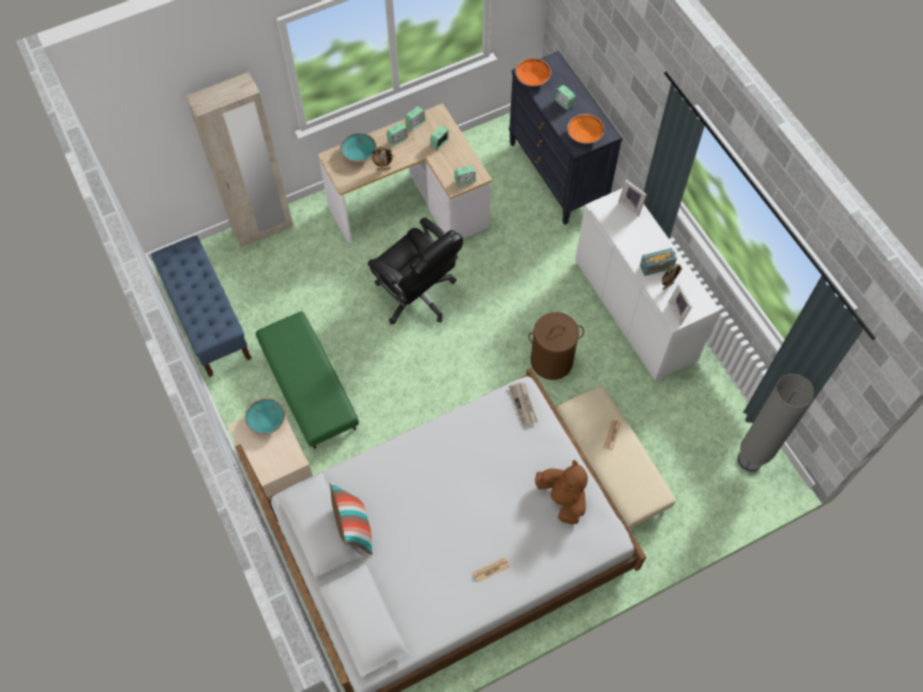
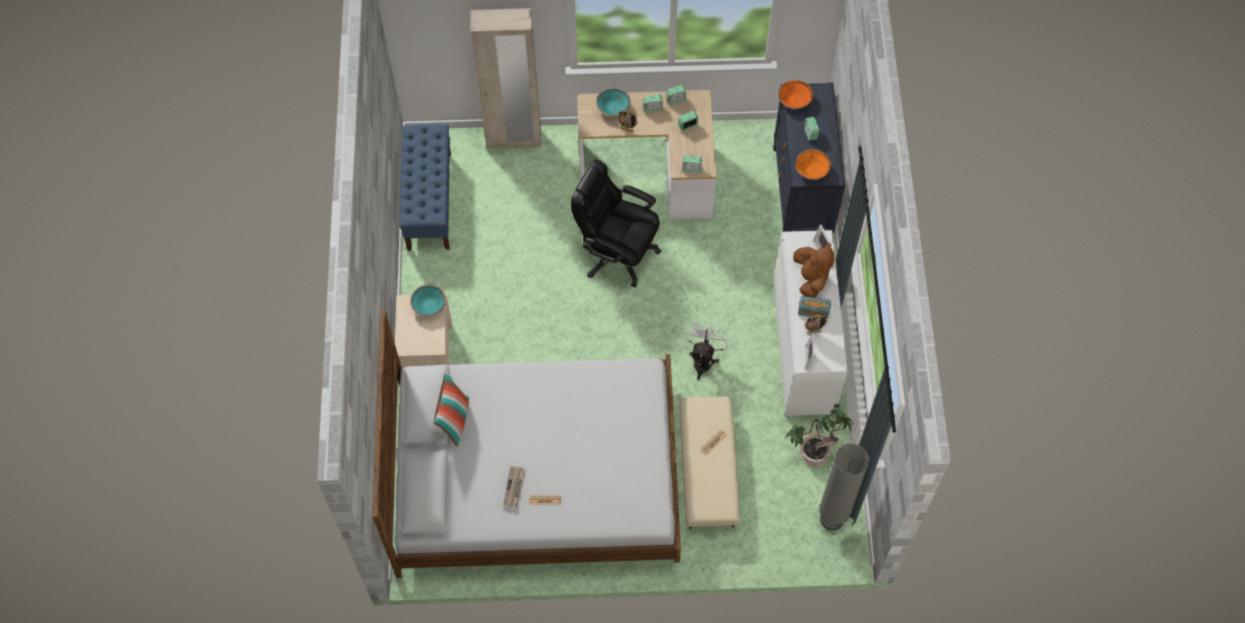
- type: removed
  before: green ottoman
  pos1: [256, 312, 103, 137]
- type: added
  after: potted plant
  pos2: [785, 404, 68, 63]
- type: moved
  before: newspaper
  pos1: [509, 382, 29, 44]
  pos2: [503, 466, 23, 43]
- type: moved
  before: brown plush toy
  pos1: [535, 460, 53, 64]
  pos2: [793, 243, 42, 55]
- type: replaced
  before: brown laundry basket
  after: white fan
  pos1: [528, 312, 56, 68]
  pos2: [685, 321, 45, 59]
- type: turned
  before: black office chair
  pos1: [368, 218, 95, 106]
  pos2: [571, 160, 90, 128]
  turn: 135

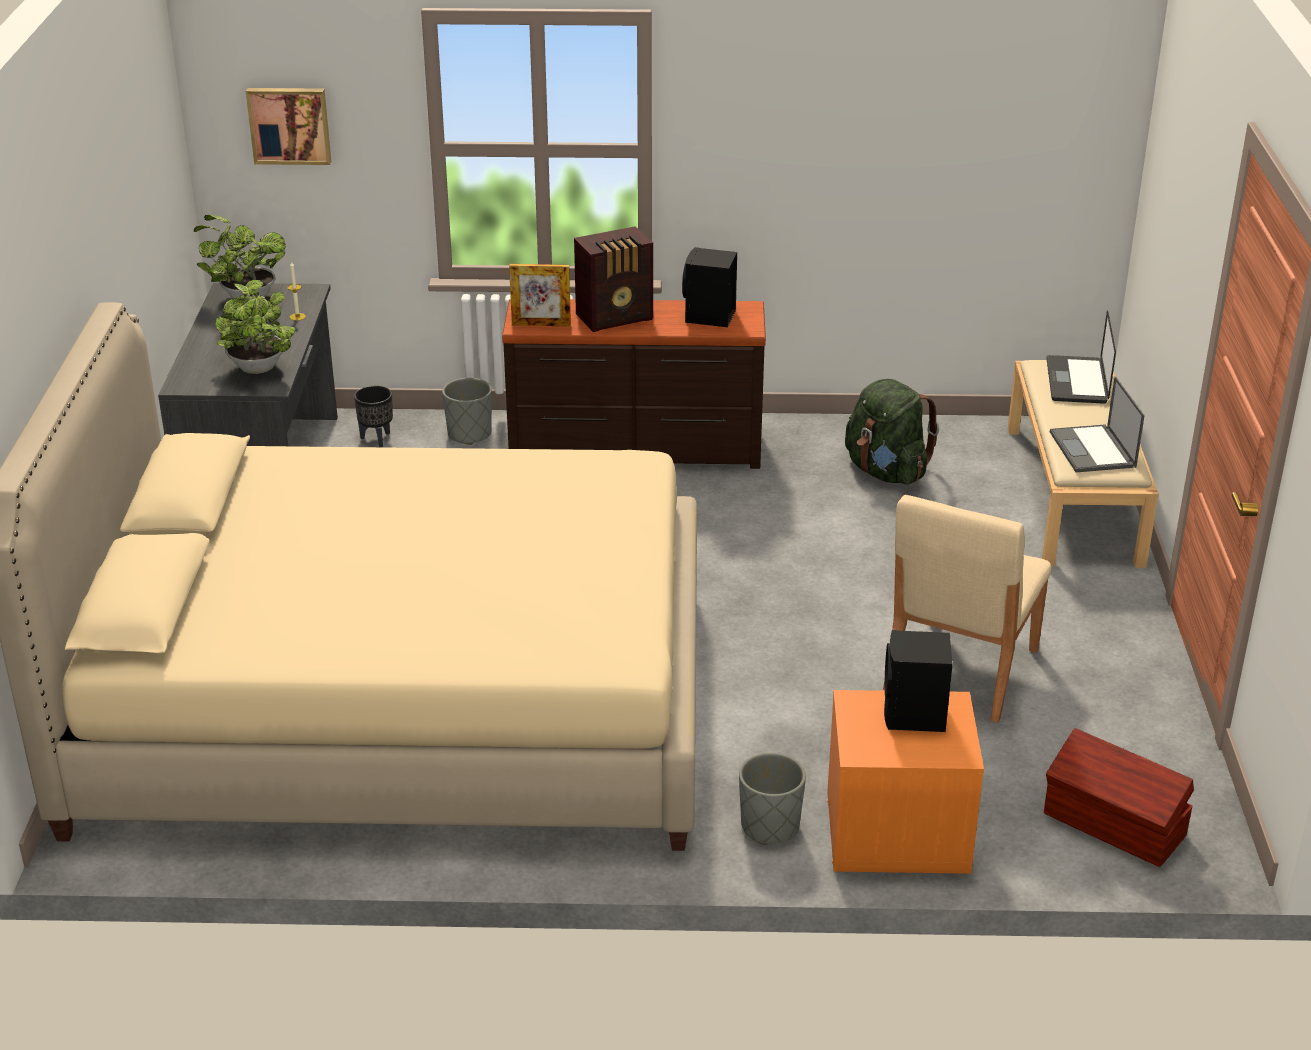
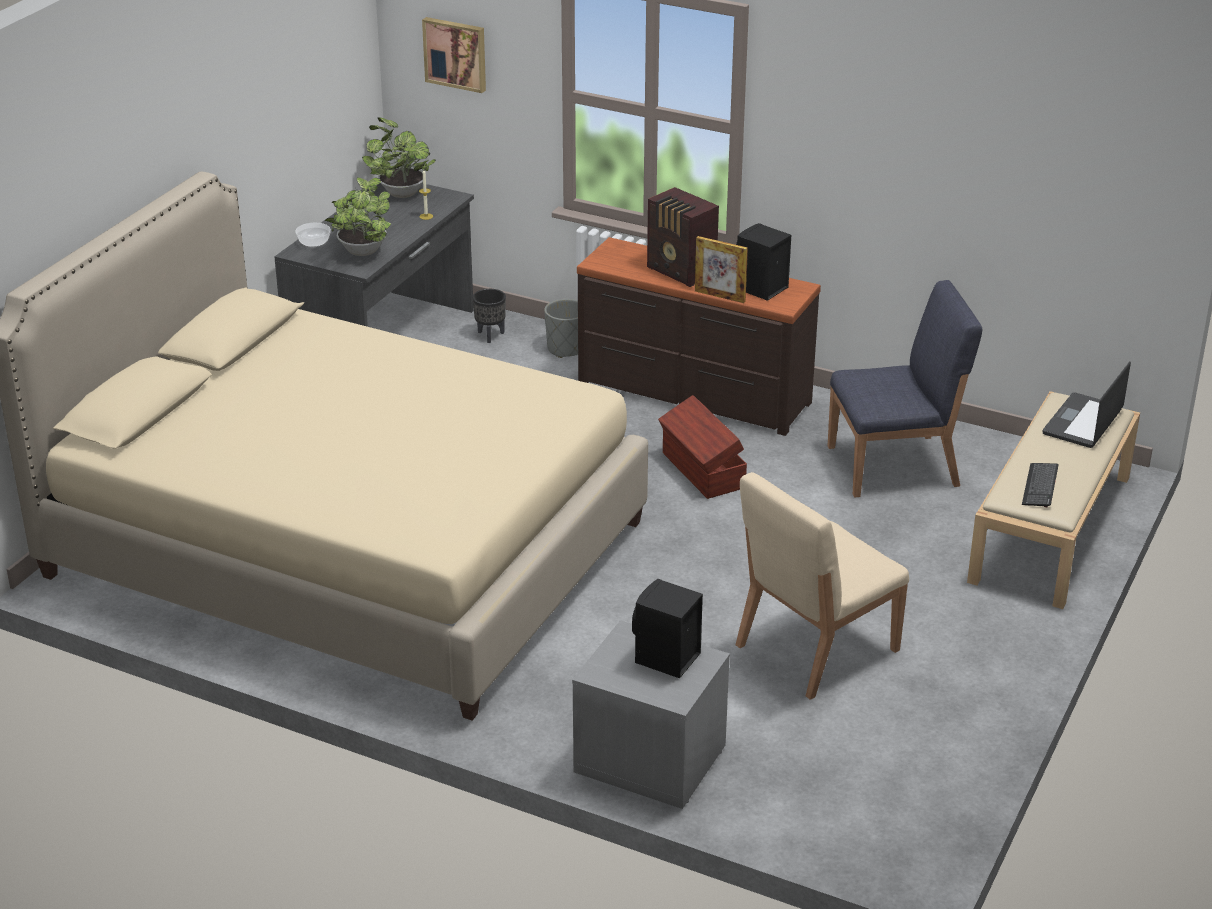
- type: removed
  before: grey planter
  pos1: [739, 753, 67, 92]
- type: added
  after: bowl
  pos2: [295, 223, 36, 24]
- type: moved
  before: picture frame
  pos1: [509, 264, 62, 62]
  pos2: [695, 236, 53, 67]
- type: moved
  before: brown storage box
  pos1: [1044, 728, 150, 139]
  pos2: [658, 395, 89, 104]
- type: replaced
  before: green backpack
  after: blue chair
  pos1: [845, 379, 94, 106]
  pos2: [828, 280, 154, 217]
- type: replaced
  before: laptop
  after: keyboard
  pos1: [1050, 376, 95, 96]
  pos2: [1022, 463, 37, 44]
- type: recoloured
  before: orange nightstand
  after: grey nightstand
  pos1: [827, 690, 157, 184]
  pos2: [572, 620, 158, 189]
- type: turned
  before: radio
  pos1: [574, 226, 79, 106]
  pos2: [647, 187, 72, 100]
  turn: 45

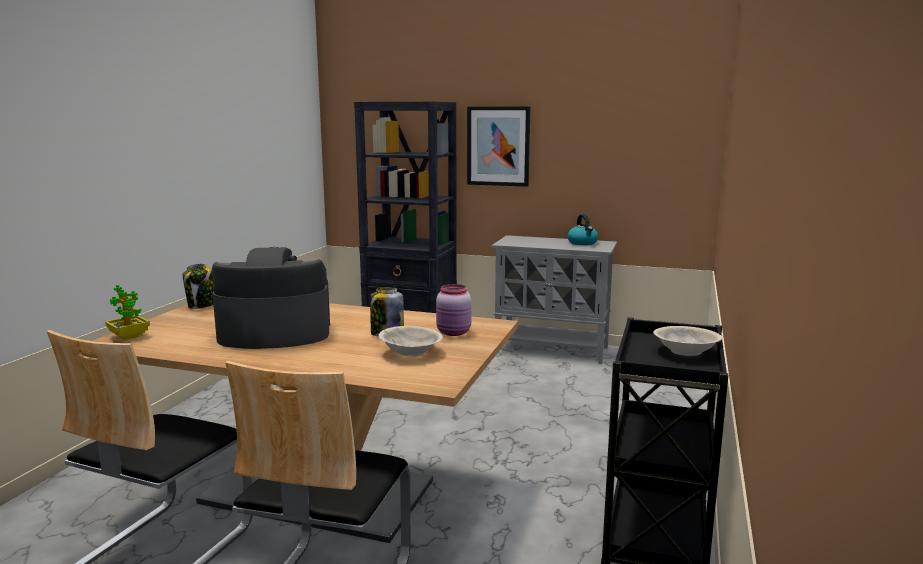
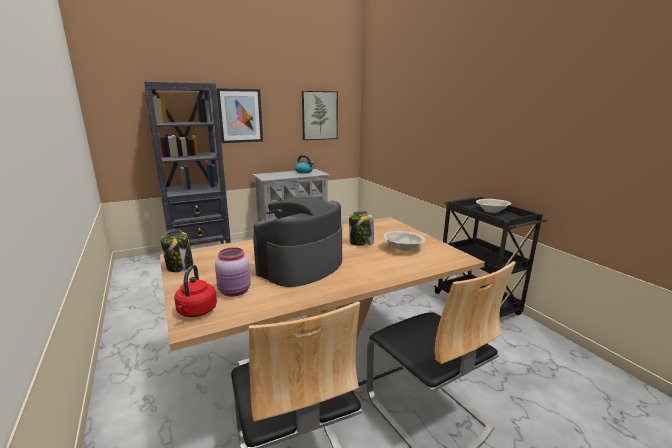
- type: added
  after: picture
  pos2: [302, 91, 36, 49]
- type: moved
  before: pink jar
  pos1: [436, 284, 35, 52]
  pos2: [215, 247, 36, 50]
- type: replaced
  before: potted plant
  after: red kettle
  pos1: [105, 285, 45, 55]
  pos2: [174, 265, 43, 52]

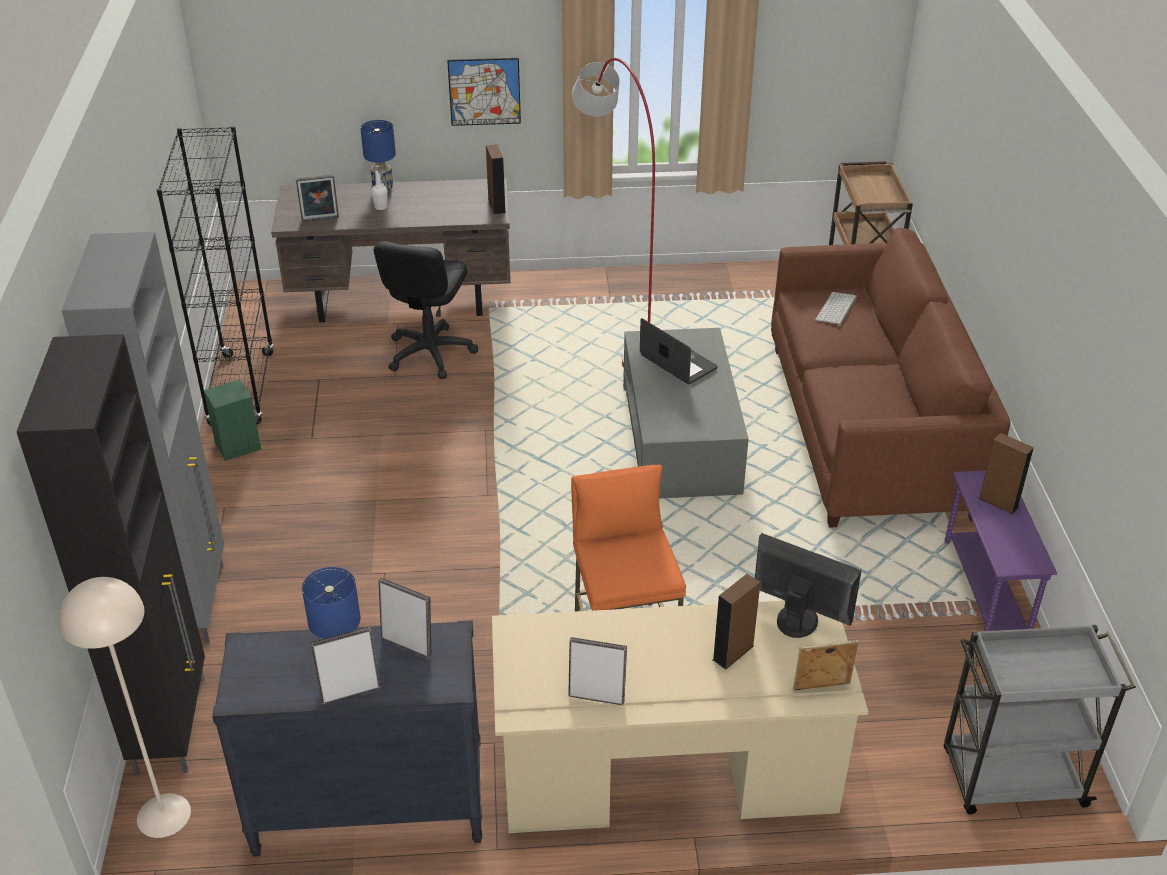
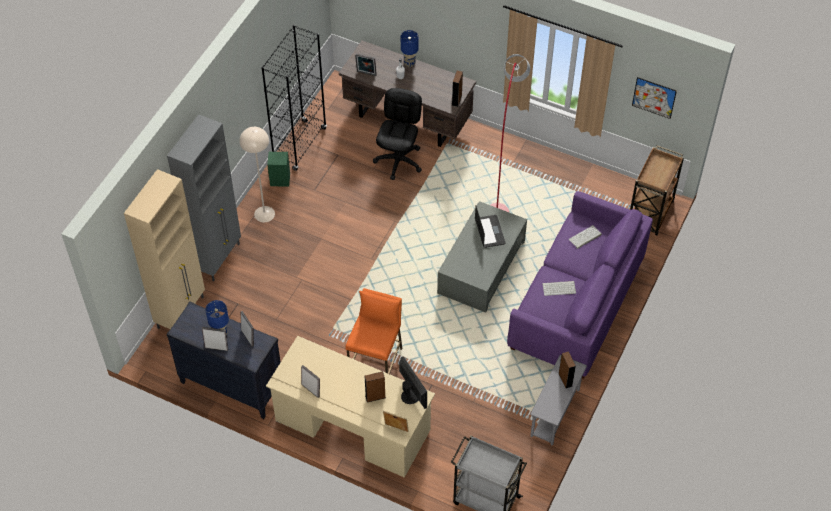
- type: added
  after: keyboard
  pos2: [542, 281, 34, 15]
- type: moved
  before: beige floor lamp
  pos1: [59, 577, 132, 261]
  pos2: [239, 127, 36, 95]
- type: moved
  before: picture
  pos1: [447, 58, 74, 68]
  pos2: [632, 77, 45, 42]
- type: recoloured
  before: black cabinet
  after: beige cabinet
  pos1: [16, 334, 189, 442]
  pos2: [124, 169, 81, 160]
- type: recoloured
  before: brown sofa
  after: purple sofa
  pos1: [771, 228, 240, 300]
  pos2: [507, 191, 146, 188]
- type: recoloured
  before: purple side table
  after: grey side table
  pos1: [945, 470, 112, 161]
  pos2: [530, 355, 57, 91]
- type: turned
  before: black office chair
  pos1: [374, 241, 104, 138]
  pos2: [373, 88, 49, 92]
  turn: 150

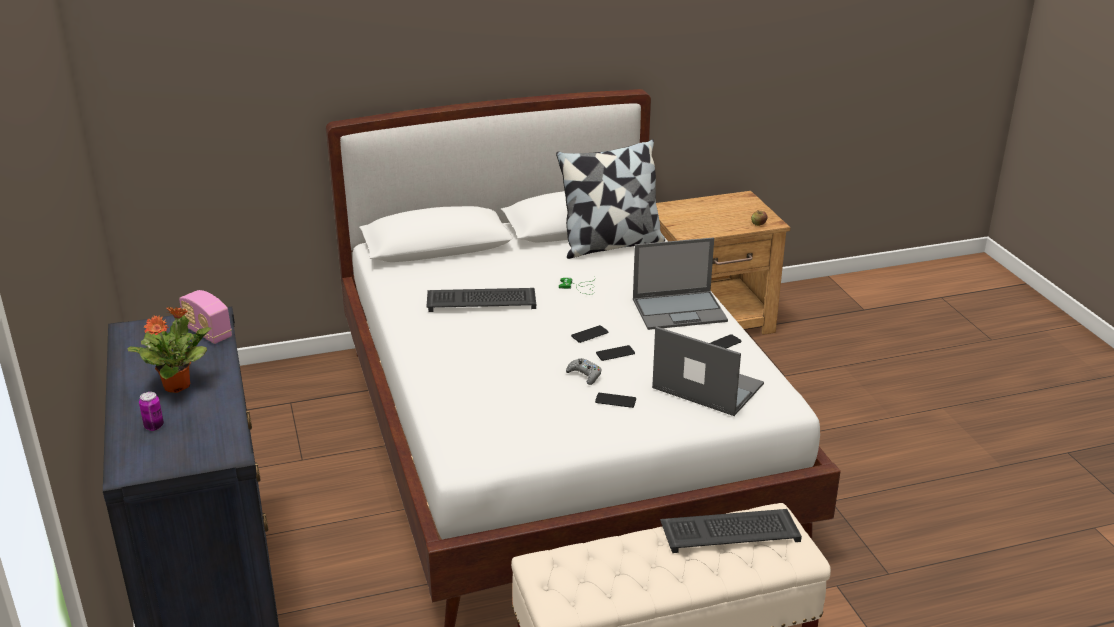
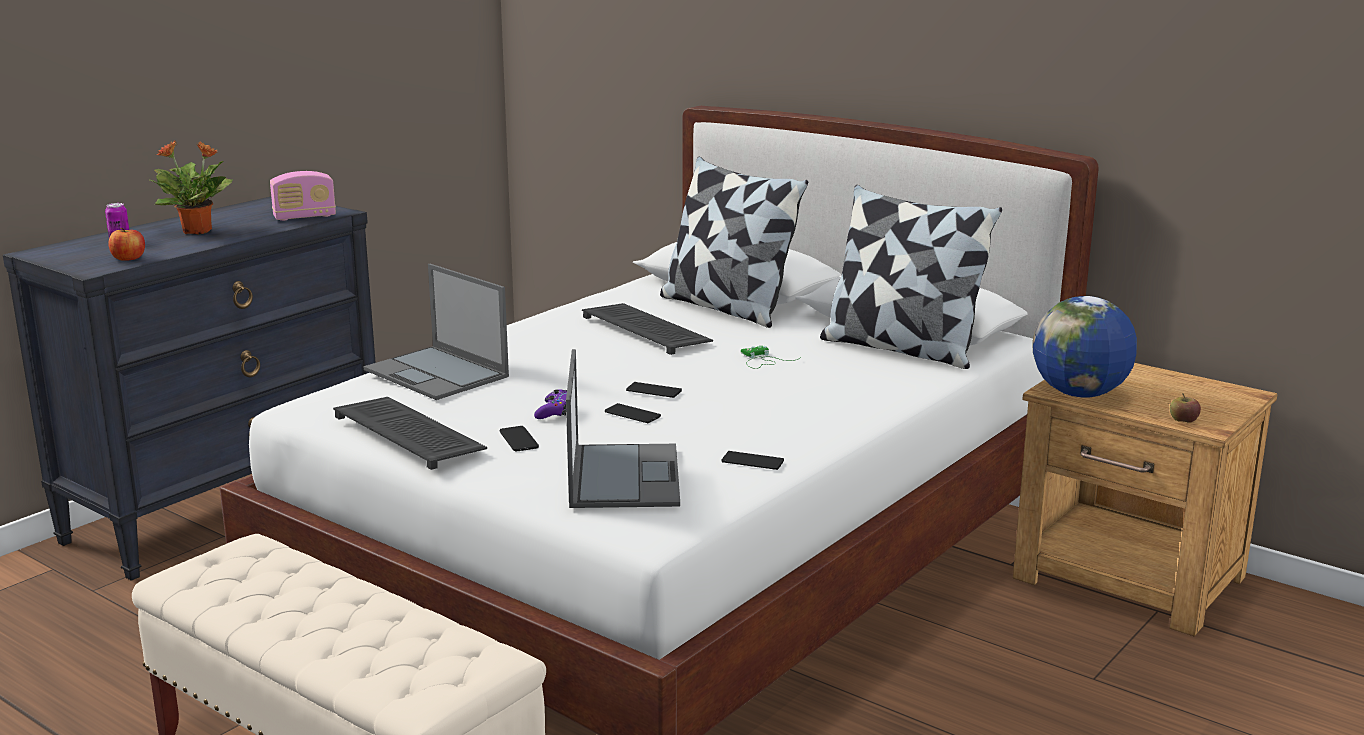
- type: added
  after: apple
  pos2: [108, 228, 37, 33]
- type: added
  after: pillow
  pos2: [660, 157, 148, 171]
- type: added
  after: globe
  pos2: [1032, 296, 105, 101]
- type: moved
  before: laptop
  pos1: [633, 237, 95, 93]
  pos2: [363, 264, 146, 136]
- type: moved
  before: keyboard
  pos1: [660, 509, 142, 44]
  pos2: [333, 397, 154, 73]
- type: recoloured
  before: grey game controller
  after: purple game controller
  pos1: [566, 358, 36, 27]
  pos2: [534, 389, 33, 30]
- type: turned
  before: radio
  pos1: [179, 290, 53, 54]
  pos2: [270, 171, 66, 50]
  turn: -120

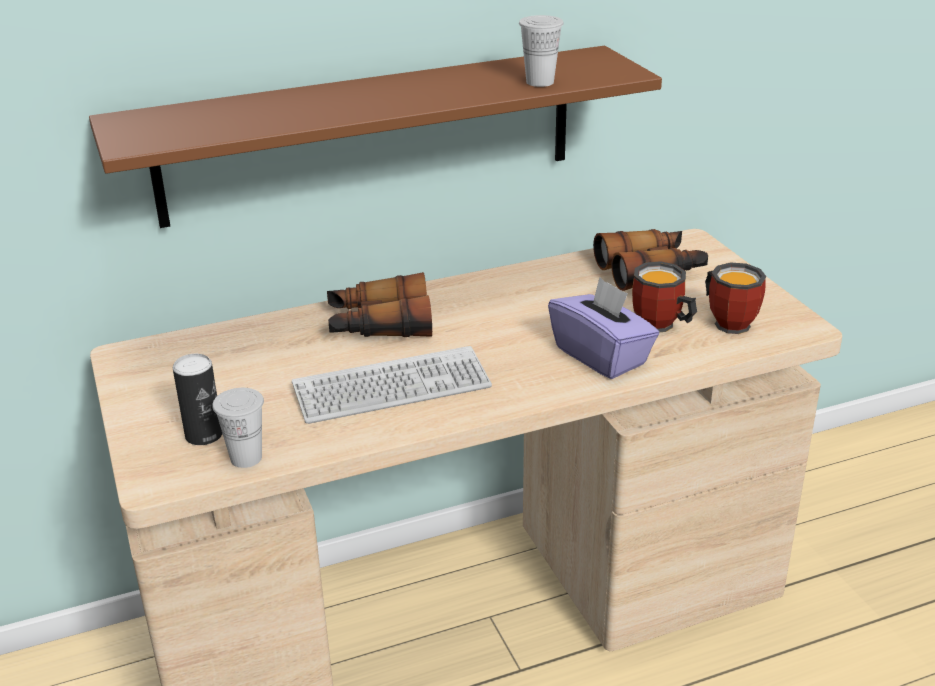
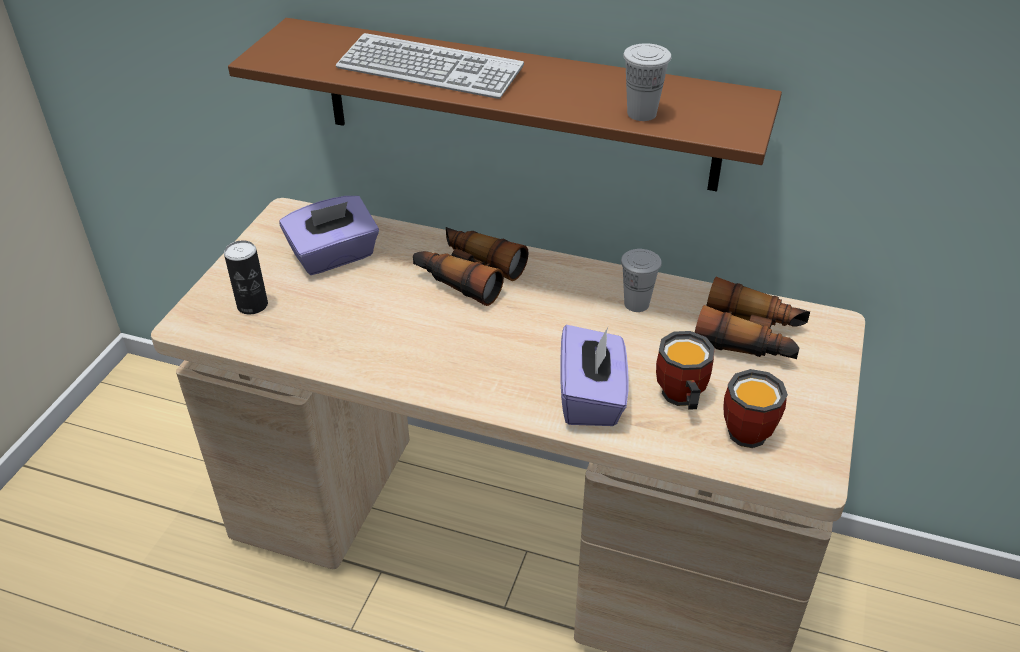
- type: added
  after: purple tissue box
  pos2: [279, 196, 100, 79]
- type: moved
  before: white cup
  pos1: [212, 388, 52, 80]
  pos2: [621, 249, 41, 63]
- type: moved
  before: keyboard
  pos1: [292, 346, 200, 78]
  pos2: [336, 33, 188, 66]

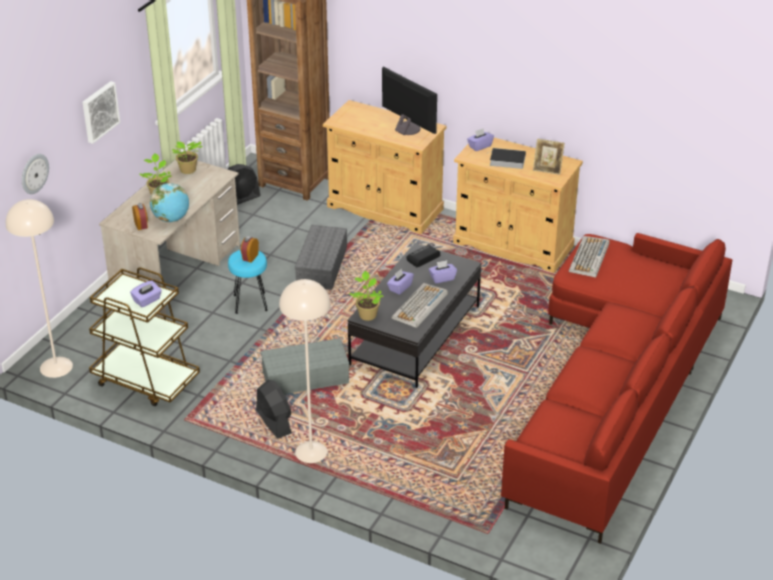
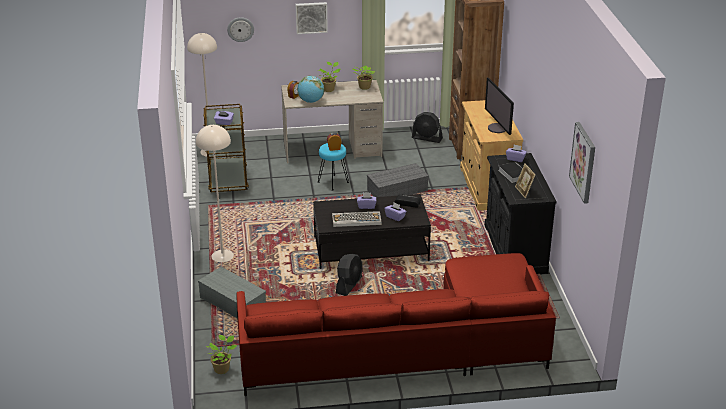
- type: removed
  before: keyboard
  pos1: [569, 236, 41, 42]
- type: added
  after: picture
  pos2: [569, 122, 26, 82]
- type: moved
  before: black fan
  pos1: [256, 380, 36, 59]
  pos2: [336, 254, 26, 42]
- type: moved
  before: grey storage box
  pos1: [261, 338, 88, 56]
  pos2: [198, 267, 68, 51]
- type: moved
  before: potted plant
  pos1: [349, 271, 34, 50]
  pos2: [206, 335, 31, 39]
- type: recoloured
  before: beige cabinet
  after: black cabinet
  pos1: [453, 138, 130, 135]
  pos2: [485, 153, 71, 121]
- type: turned
  before: monitor
  pos1: [382, 67, 55, 68]
  pos2: [485, 77, 29, 58]
  turn: 150

